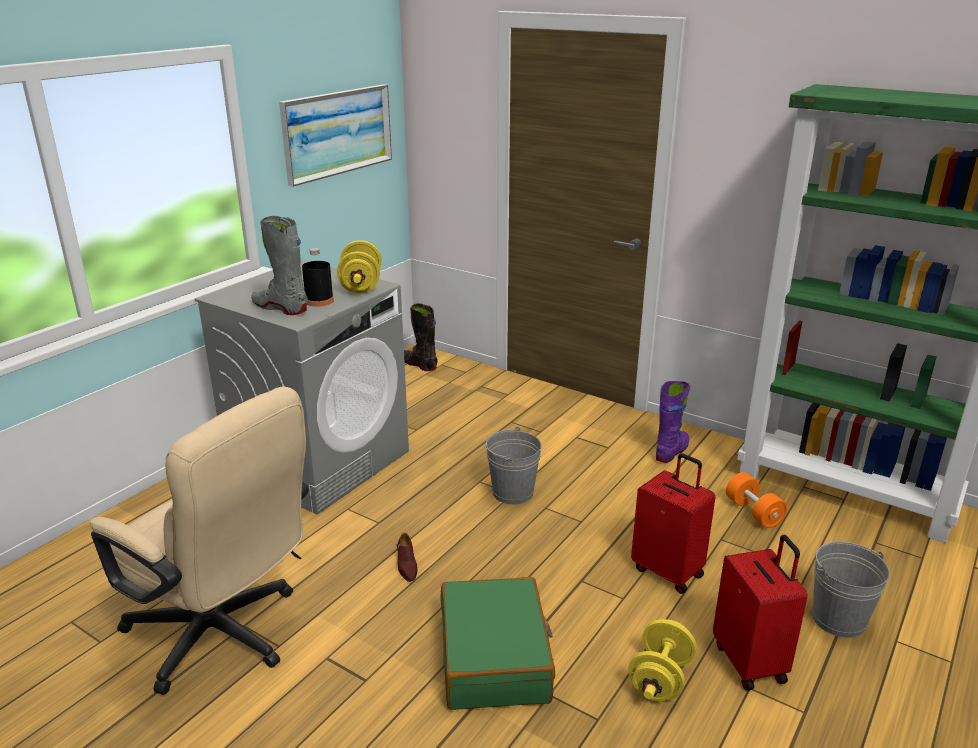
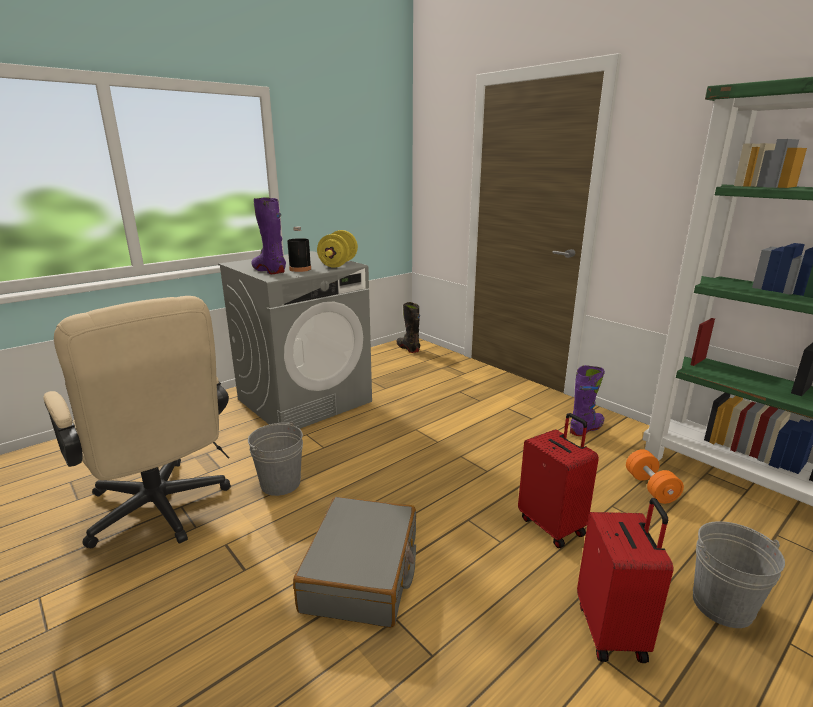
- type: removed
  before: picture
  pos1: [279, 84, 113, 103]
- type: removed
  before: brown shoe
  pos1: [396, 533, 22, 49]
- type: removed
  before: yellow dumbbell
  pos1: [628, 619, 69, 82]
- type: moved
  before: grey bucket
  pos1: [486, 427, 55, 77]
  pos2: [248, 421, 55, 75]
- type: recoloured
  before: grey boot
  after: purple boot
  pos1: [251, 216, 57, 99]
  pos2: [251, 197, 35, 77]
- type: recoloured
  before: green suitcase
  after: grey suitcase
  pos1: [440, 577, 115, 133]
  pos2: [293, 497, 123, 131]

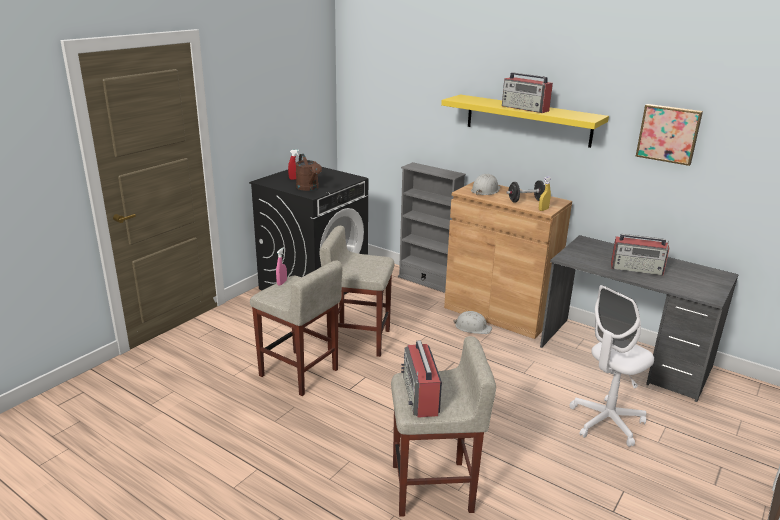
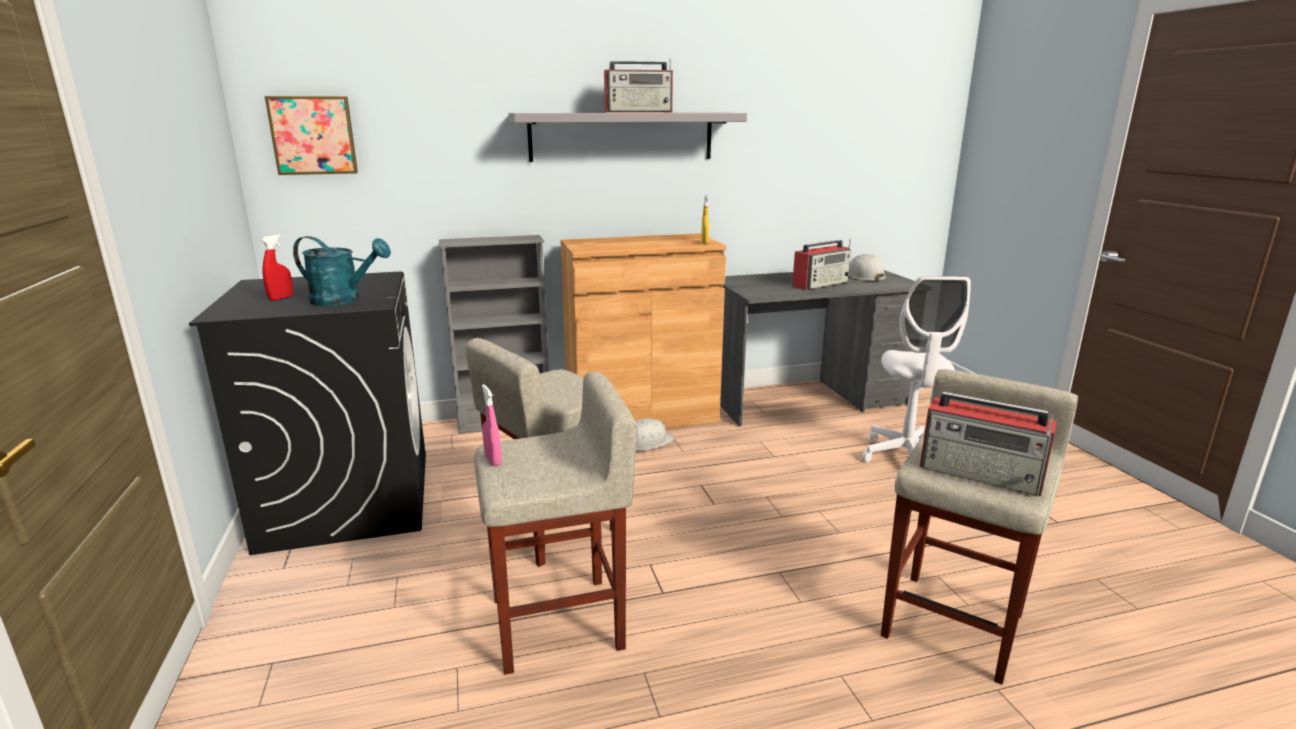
- type: removed
  before: black dumbbell
  pos1: [506, 180, 39, 22]
- type: moved
  before: white hard hat
  pos1: [471, 174, 29, 22]
  pos2: [849, 254, 37, 28]
- type: moved
  before: picture
  pos1: [636, 104, 67, 62]
  pos2: [265, 96, 93, 79]
- type: recoloured
  before: brown watering can
  after: turquoise watering can
  pos1: [295, 154, 27, 37]
  pos2: [293, 236, 98, 70]
- type: recoloured
  before: yellow shelf
  after: grey shelf
  pos1: [441, 94, 168, 54]
  pos2: [509, 113, 238, 49]

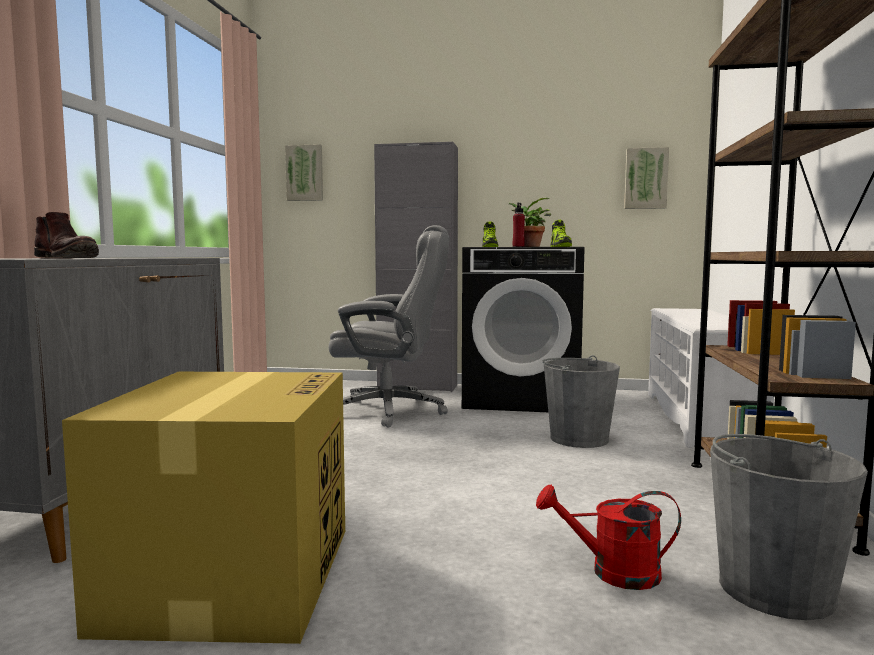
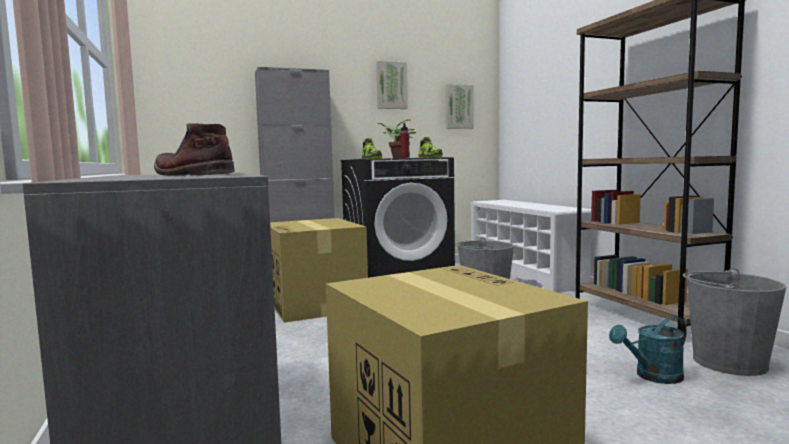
- type: moved
  before: picture
  pos1: [285, 144, 38, 57]
  pos2: [376, 61, 32, 48]
- type: replaced
  before: grey office chair
  after: cardboard box
  pos1: [329, 225, 120, 202]
  pos2: [270, 218, 98, 105]
- type: recoloured
  before: red watering can
  after: turquoise watering can
  pos1: [536, 484, 145, 106]
  pos2: [609, 316, 78, 68]
- type: turned
  before: brown boot
  pos1: [34, 212, 65, 46]
  pos2: [154, 123, 81, 53]
  turn: -150

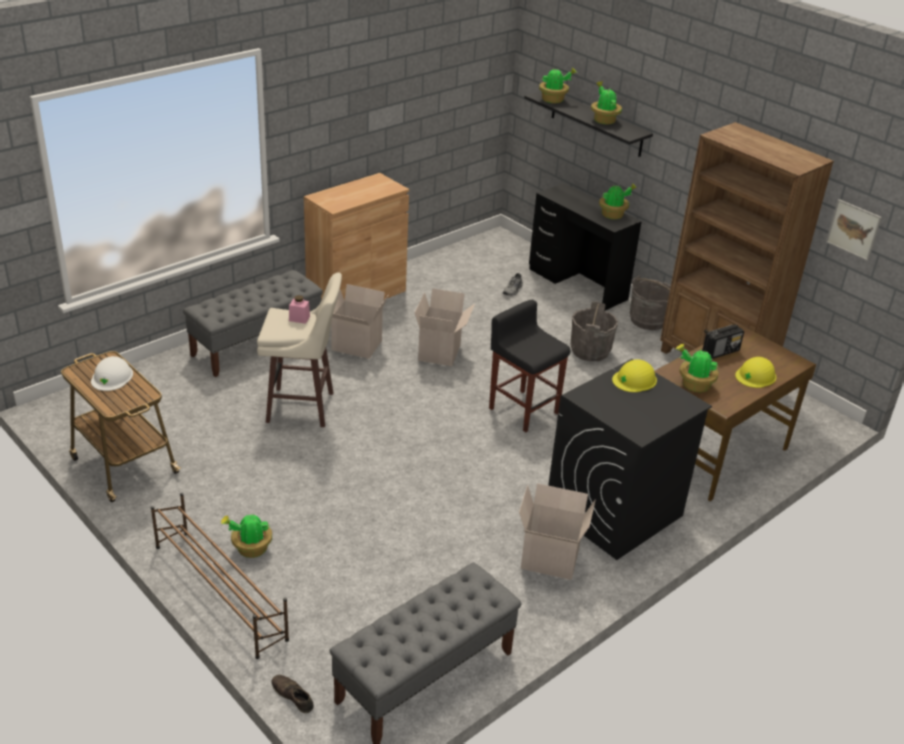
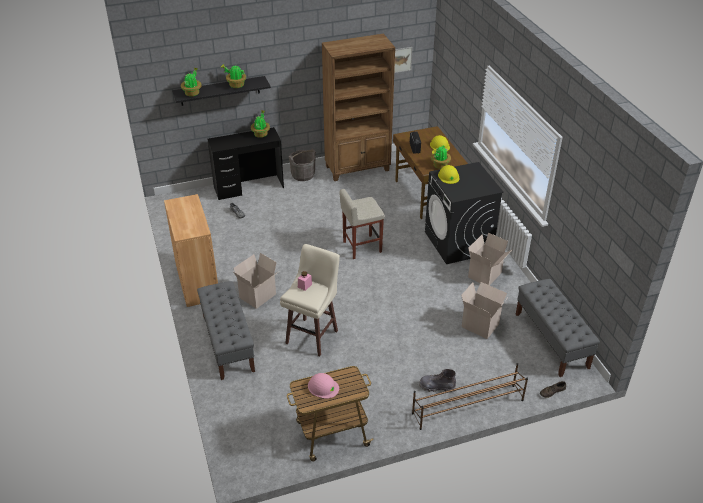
- type: removed
  before: grey bucket
  pos1: [571, 301, 47, 60]
- type: moved
  before: cardboard box
  pos1: [415, 288, 60, 78]
  pos2: [461, 282, 46, 57]
- type: replaced
  before: potted plant
  after: grey boot
  pos1: [221, 514, 51, 44]
  pos2: [419, 369, 37, 24]
- type: recoloured
  before: white hard hat
  after: pink hard hat
  pos1: [91, 356, 42, 35]
  pos2: [308, 373, 31, 26]
- type: recoloured
  before: black stool
  after: beige stool
  pos1: [489, 300, 81, 132]
  pos2: [339, 189, 46, 70]

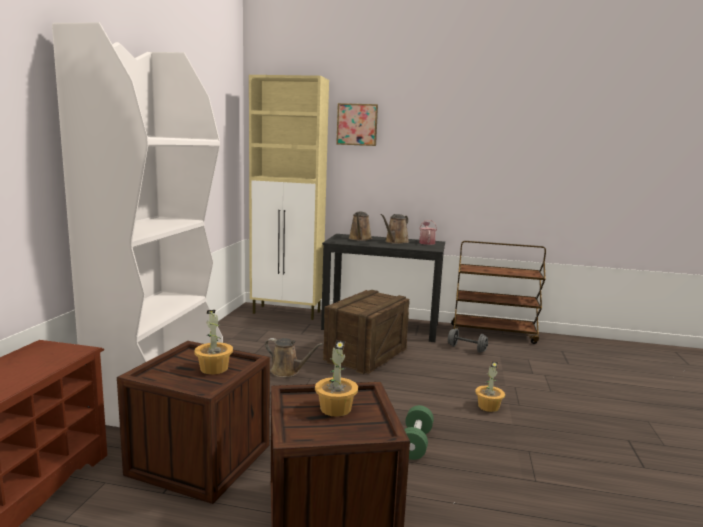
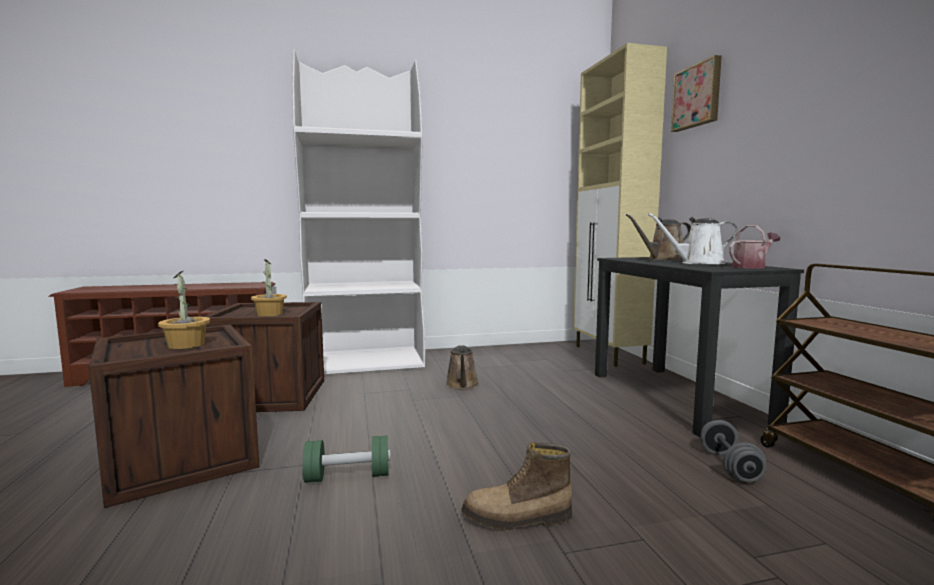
- type: removed
  before: crate
  pos1: [323, 290, 87, 84]
- type: replaced
  before: potted plant
  after: boot
  pos1: [475, 361, 30, 51]
  pos2: [462, 442, 110, 88]
- type: recoloured
  before: brown watering can
  after: white watering can
  pos1: [381, 214, 28, 30]
  pos2: [647, 213, 91, 51]

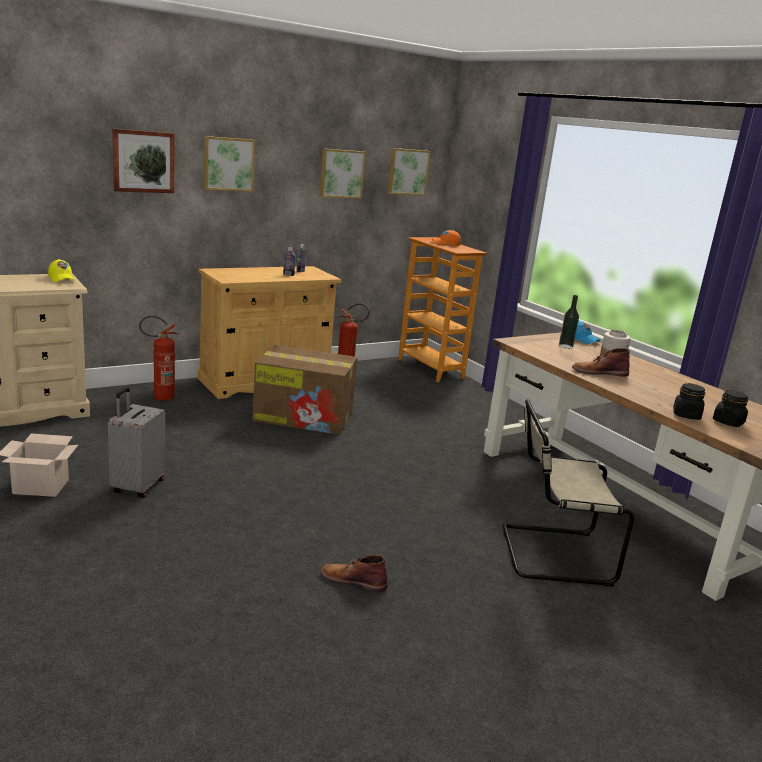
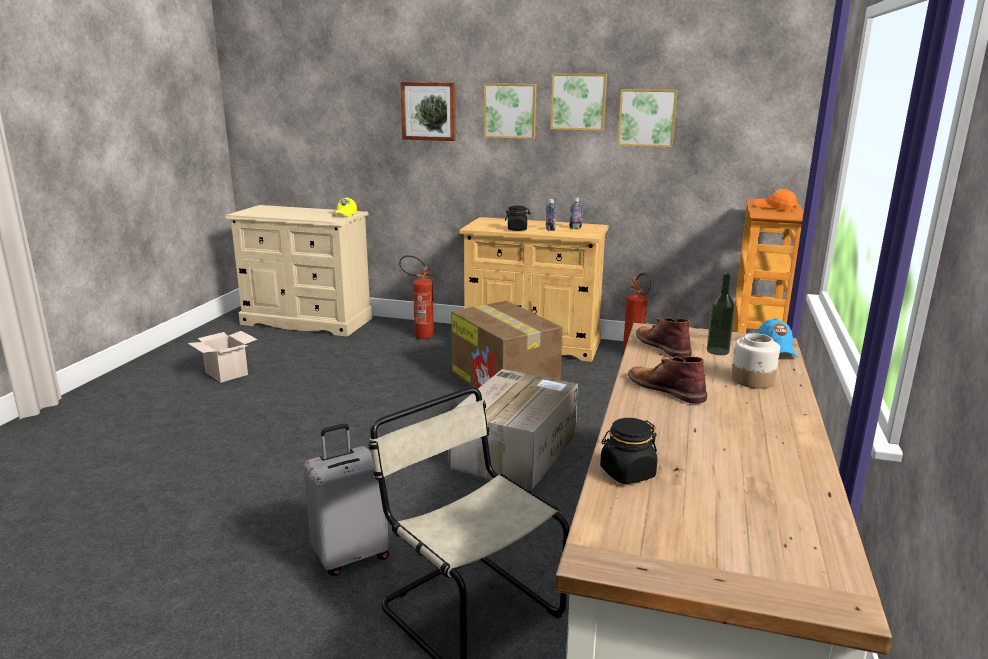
- type: added
  after: cardboard box
  pos2: [449, 369, 129, 121]
- type: moved
  before: grey suitcase
  pos1: [108, 387, 57, 111]
  pos2: [303, 424, 86, 152]
- type: moved
  before: brown boot
  pos1: [320, 555, 68, 37]
  pos2: [636, 317, 56, 40]
- type: moved
  before: picture
  pos1: [387, 148, 44, 47]
  pos2: [550, 74, 57, 57]
- type: moved
  before: black jar
  pos1: [713, 390, 35, 37]
  pos2: [505, 206, 26, 25]

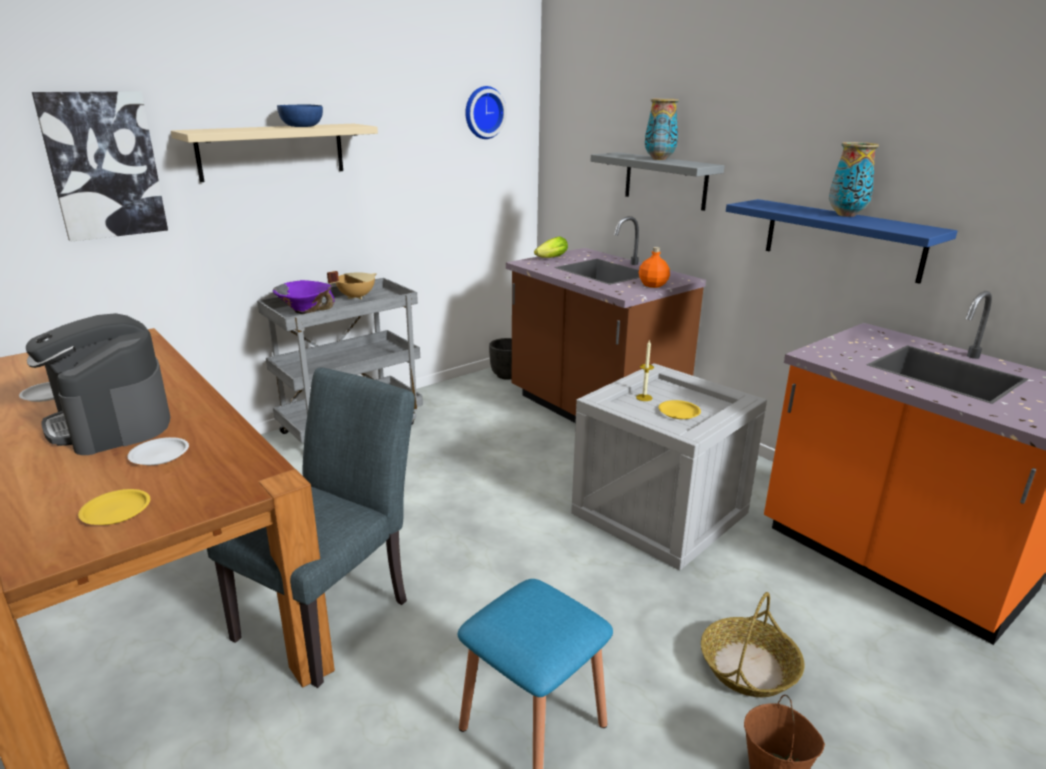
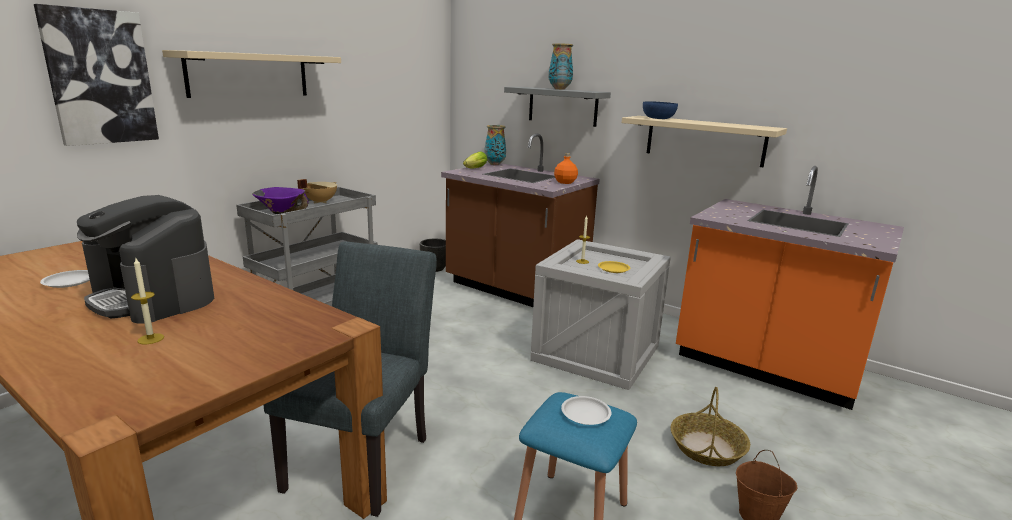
- type: removed
  before: yellow plate
  pos1: [78, 489, 72, 36]
- type: removed
  before: wall clock
  pos1: [465, 86, 42, 53]
- type: added
  after: candle
  pos2: [131, 258, 33, 86]
- type: moved
  before: white plate
  pos1: [127, 437, 62, 28]
  pos2: [561, 396, 51, 29]
- type: moved
  before: blue bowl
  pos1: [277, 104, 46, 23]
  pos2: [643, 101, 35, 18]
- type: moved
  before: vase
  pos1: [829, 142, 50, 75]
  pos2: [485, 125, 21, 40]
- type: recoloured
  before: blue shelf
  after: beige shelf
  pos1: [726, 199, 231, 85]
  pos2: [622, 116, 165, 51]

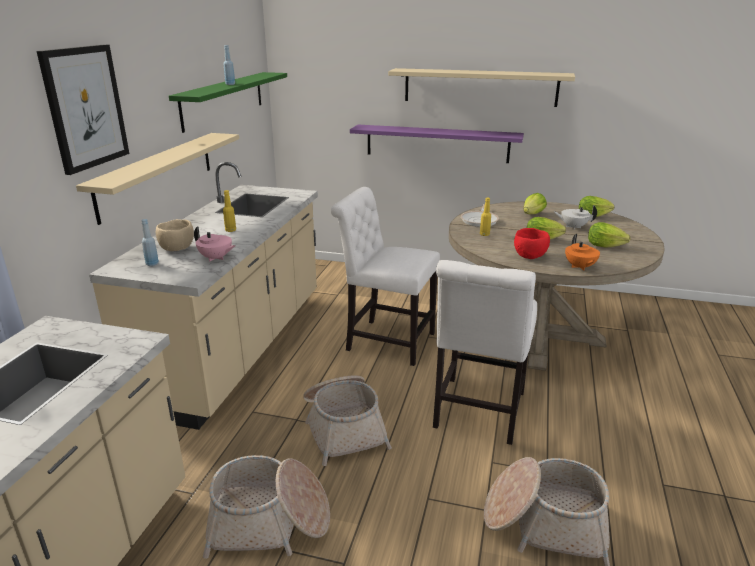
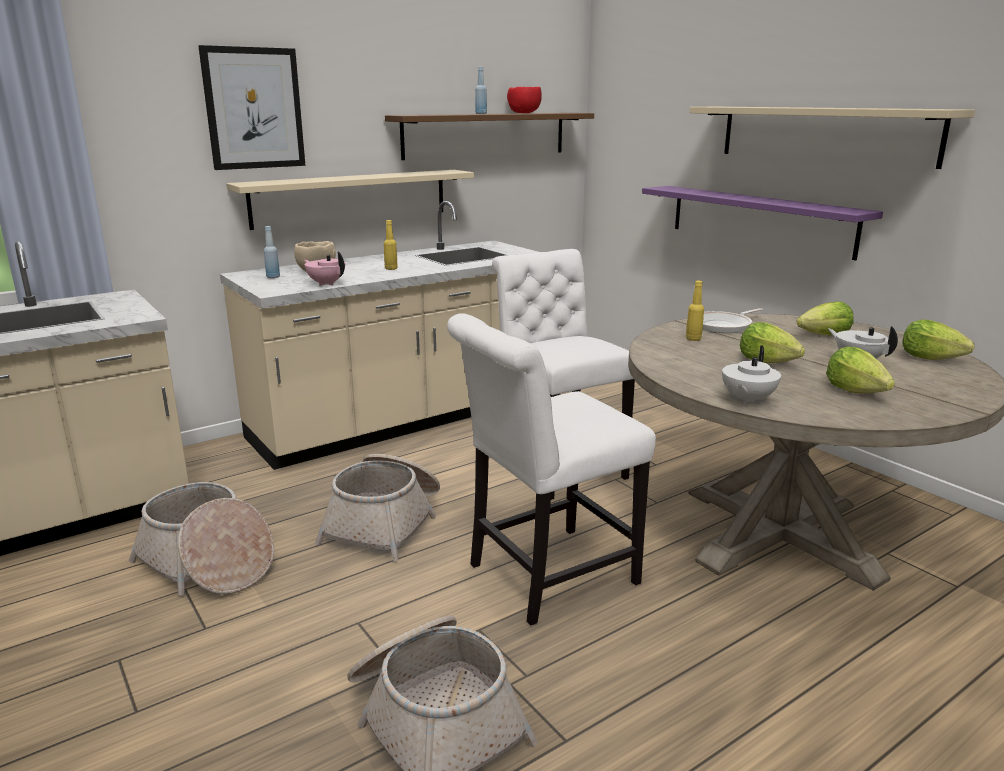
- type: moved
  before: red bowl
  pos1: [514, 228, 36, 31]
  pos2: [507, 87, 35, 26]
- type: recoloured
  before: green shelf
  after: brown shelf
  pos1: [169, 72, 118, 61]
  pos2: [385, 113, 209, 47]
- type: recoloured
  before: orange teapot
  after: white teapot
  pos1: [565, 234, 35, 37]
  pos2: [722, 345, 59, 60]
- type: turned
  before: pink teapot
  pos1: [194, 227, 42, 35]
  pos2: [304, 252, 41, 34]
  turn: 150

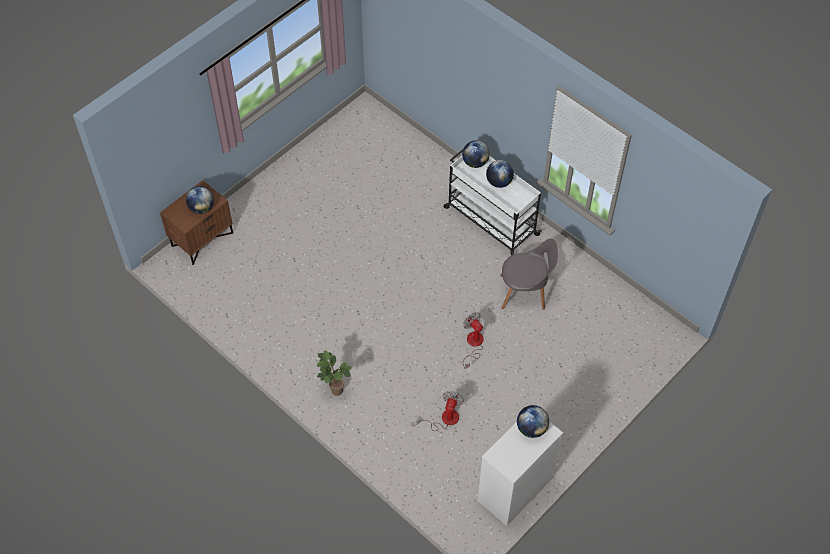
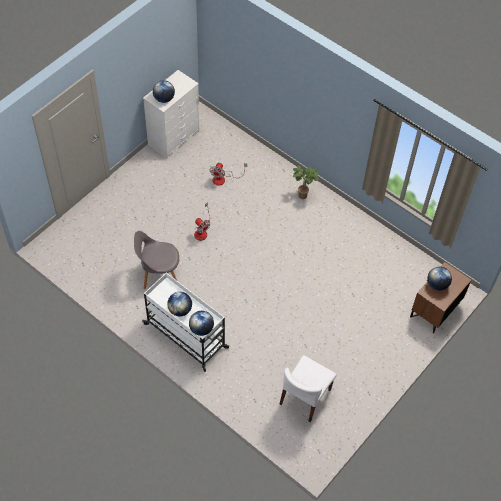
- type: added
  after: white chair
  pos2: [280, 355, 56, 67]

